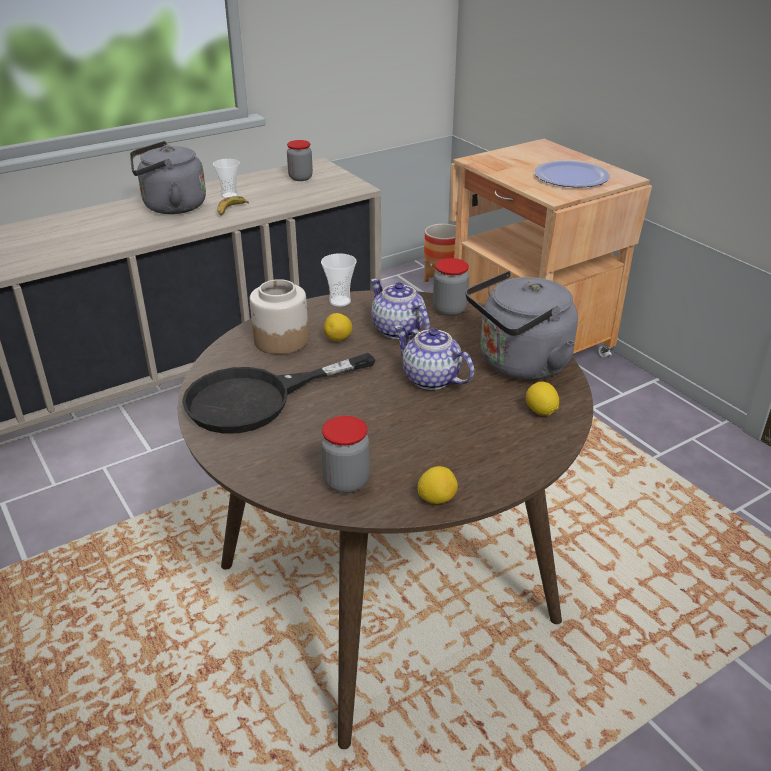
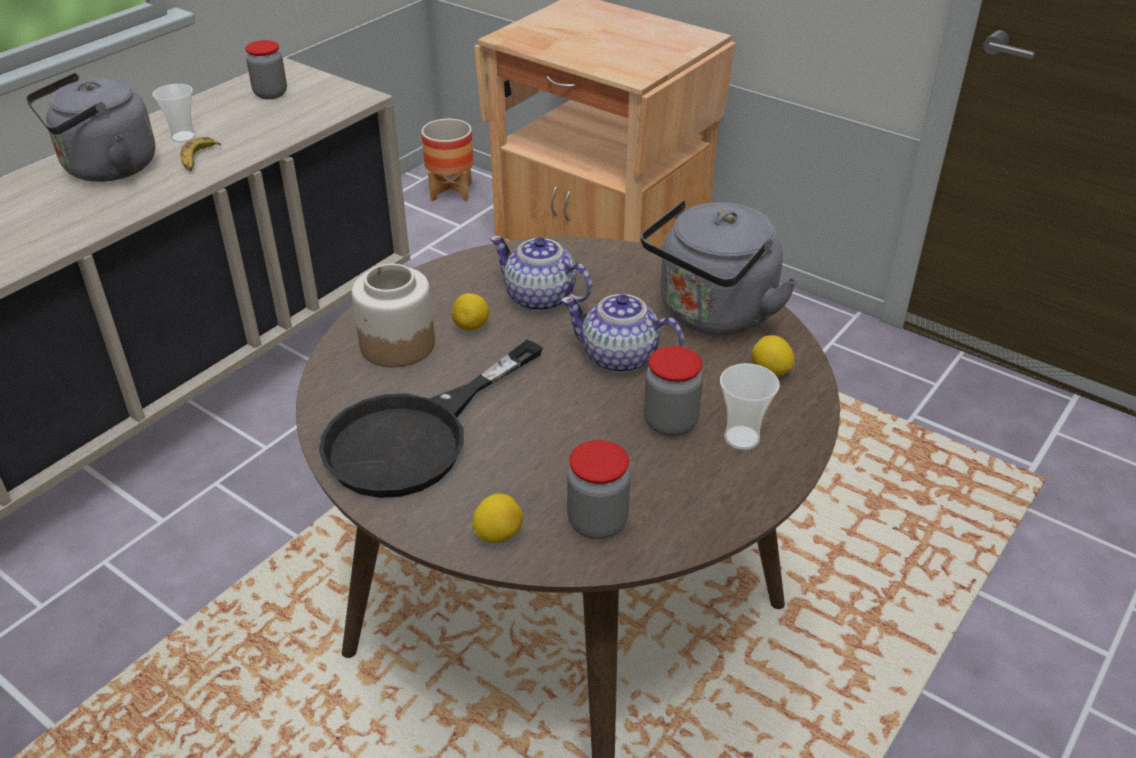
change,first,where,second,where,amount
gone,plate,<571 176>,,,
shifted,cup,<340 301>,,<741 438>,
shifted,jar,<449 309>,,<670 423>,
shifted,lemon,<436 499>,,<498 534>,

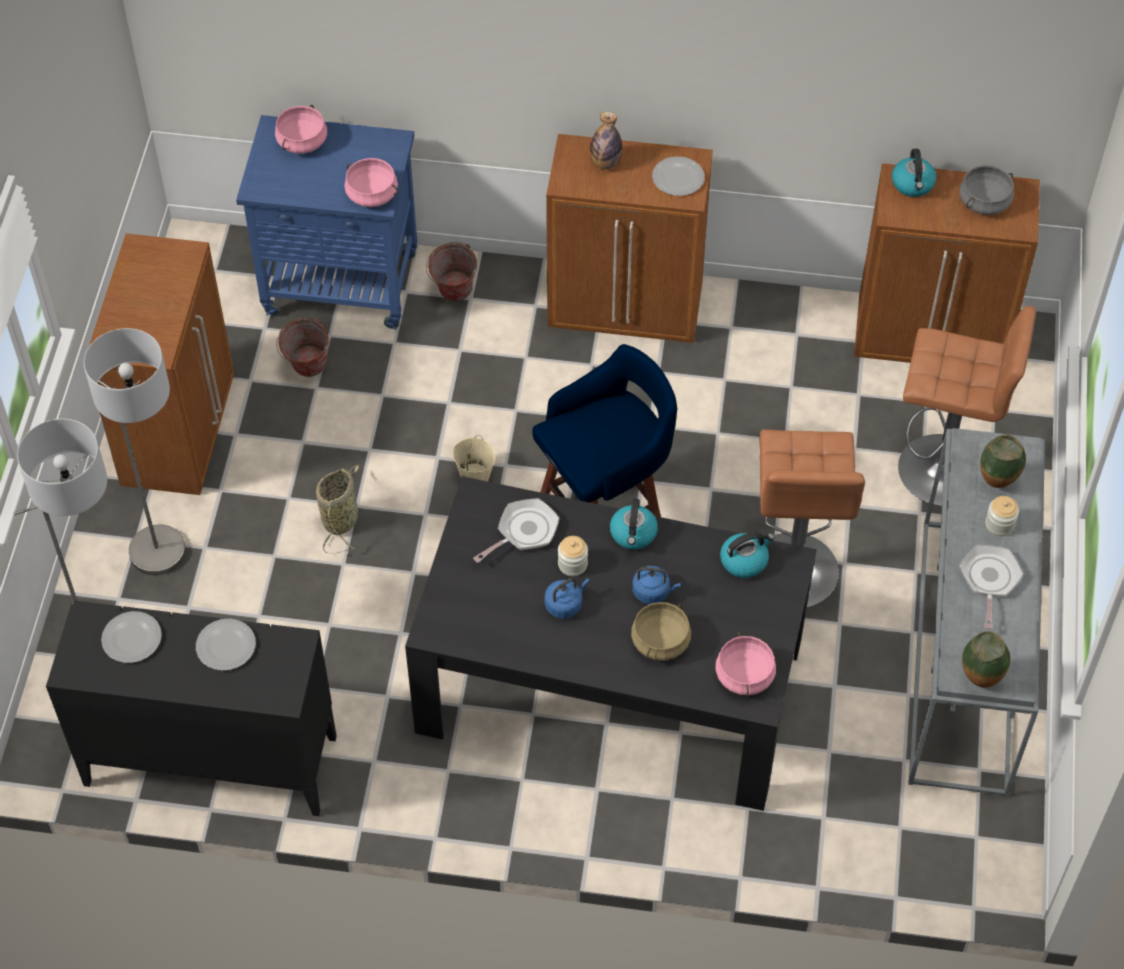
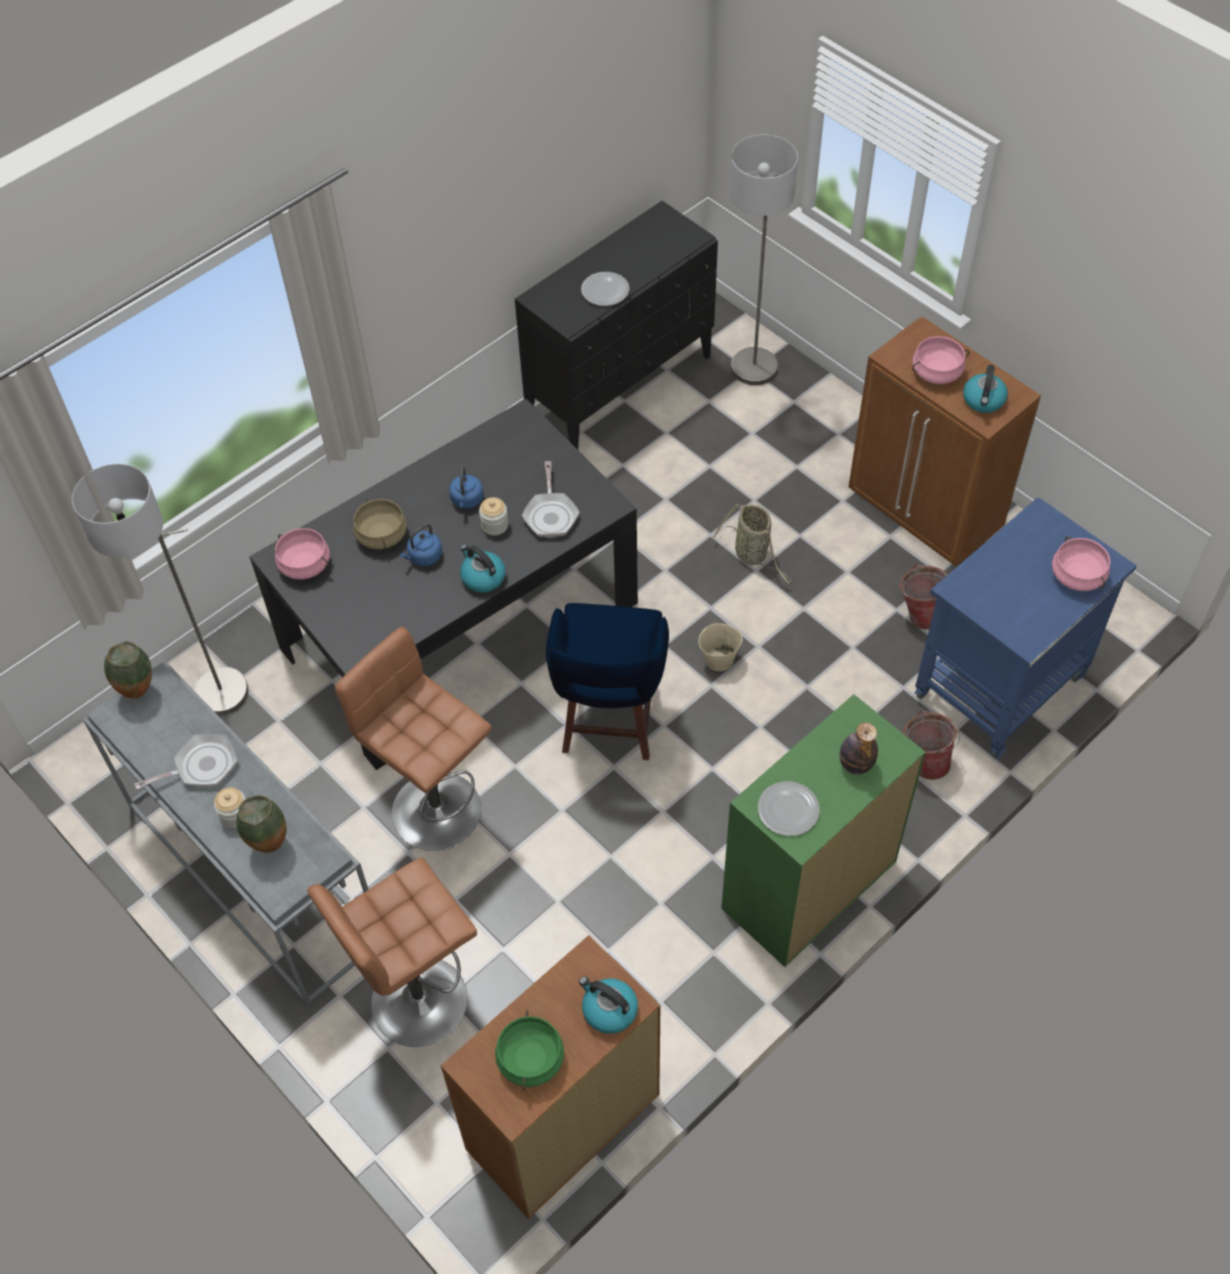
change,first,where,second,where,amount
repainted,brown cabinet,<626 305>,green cabinet,<808 885>,
shifted,pink cooking pot,<372 194>,,<936 372>,
repainted,grey cooking pot,<984 202>,green cooking pot,<530 1059>,
shifted,grey floor lamp,<170 560>,,<205 696>,
shifted,kettle,<744 560>,,<983 400>,
rotated,frying pan,<989 580>,,<201 766>,75 degrees counterclockwise
gone,plate,<131 638>,,,

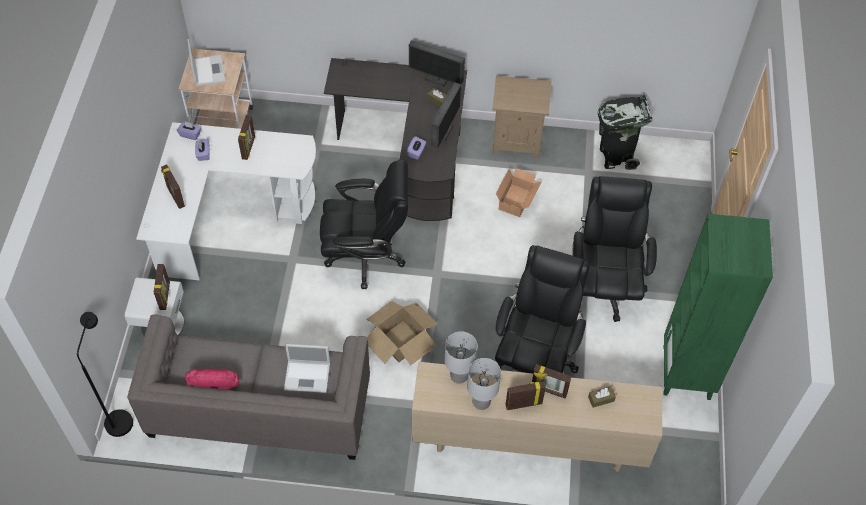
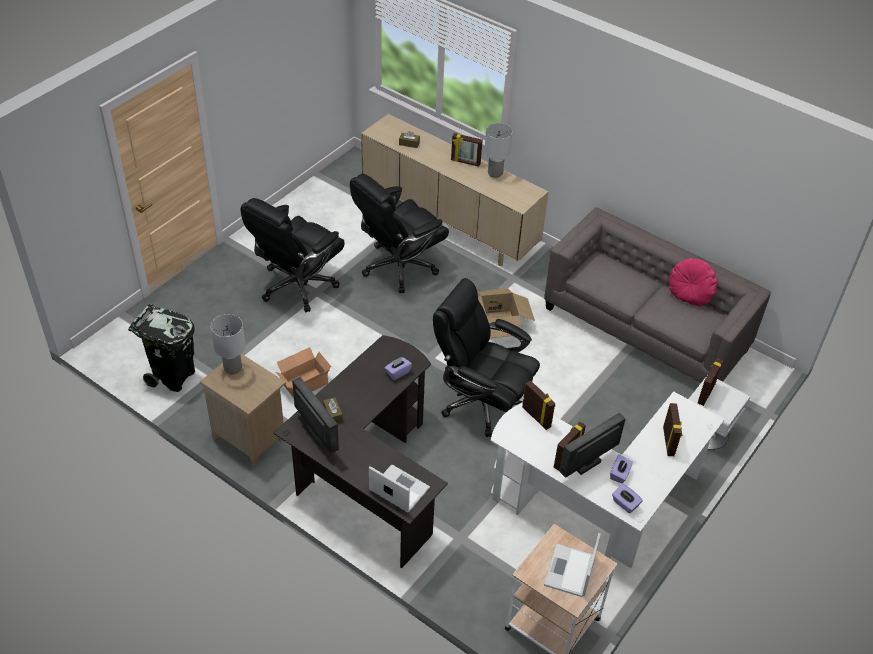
change,first,where,second,where,amount
shifted,monitor,<444 133>,,<588 466>,
gone,green bookcase,<687 373>,,,
gone,black floor lamp,<120 416>,,,
shifted,grey table lamp,<459 377>,,<233 369>,
shifted,laptop,<308 376>,,<398 489>,
shifted,picture frame,<548 390>,,<537 417>,

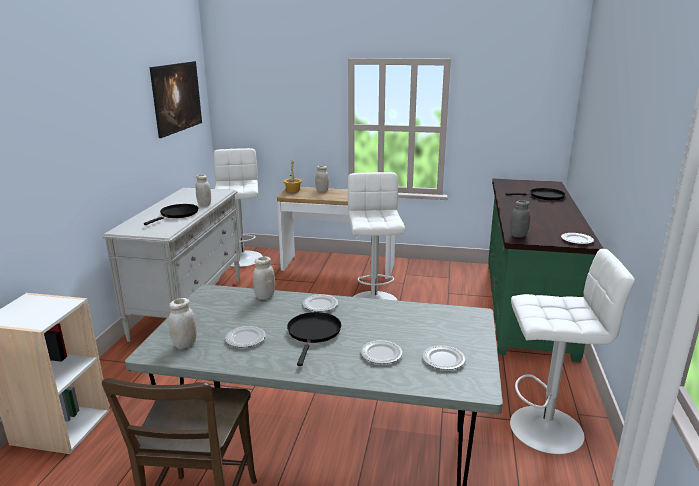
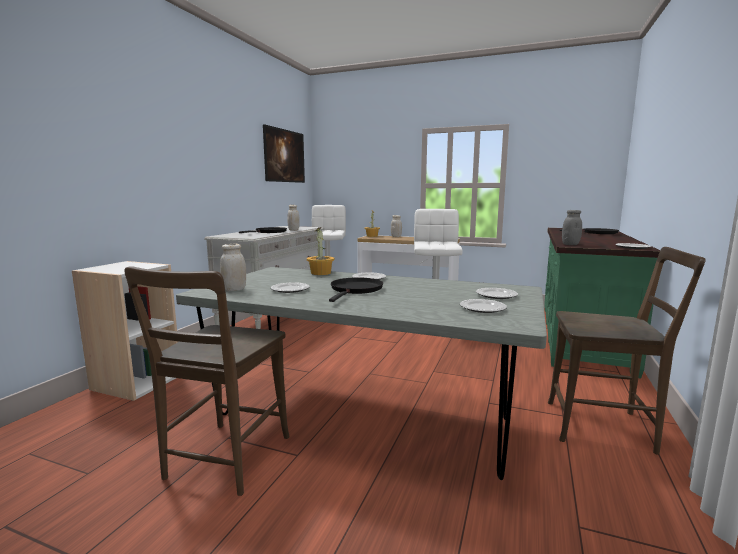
change,first,where,second,where,amount
swapped,white stool,<547 429>,brown chair,<605 427>,
swapped,white jar,<264 296>,potted plant,<321 273>,
shifted,plate,<381 354>,,<496 295>,

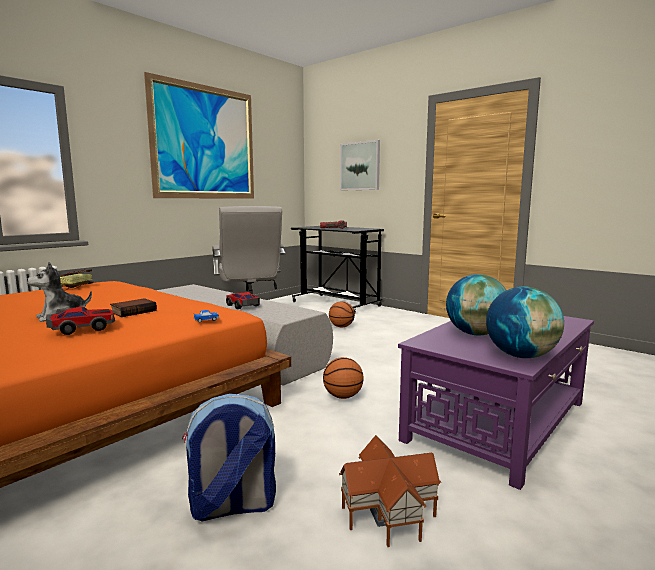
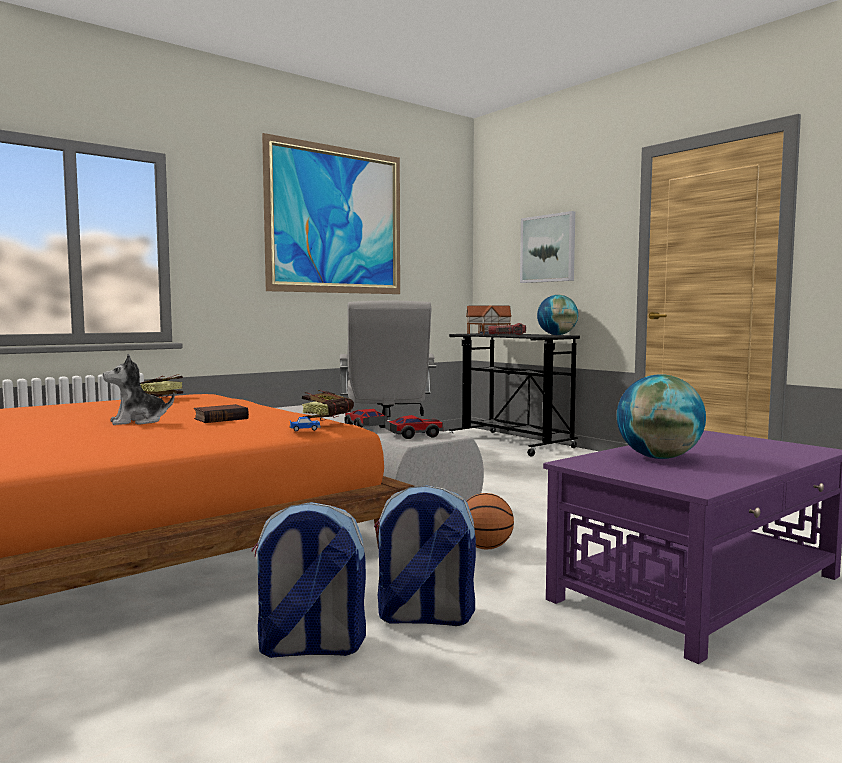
change,first,where,second,where,amount
shifted,globe,<521 356>,,<557 335>,
gone,basketball,<341 327>,,,
shifted,toy car,<82 328>,,<414 435>,
shifted,toy house,<389 511>,,<489 333>,
new,,,book,<330 421>,
new,,,backpack,<424 617>,

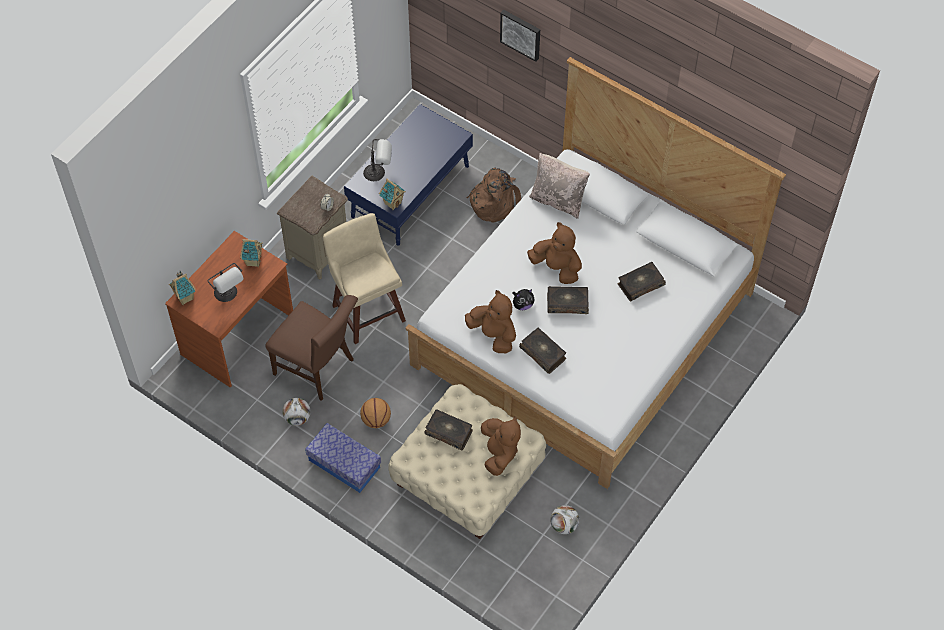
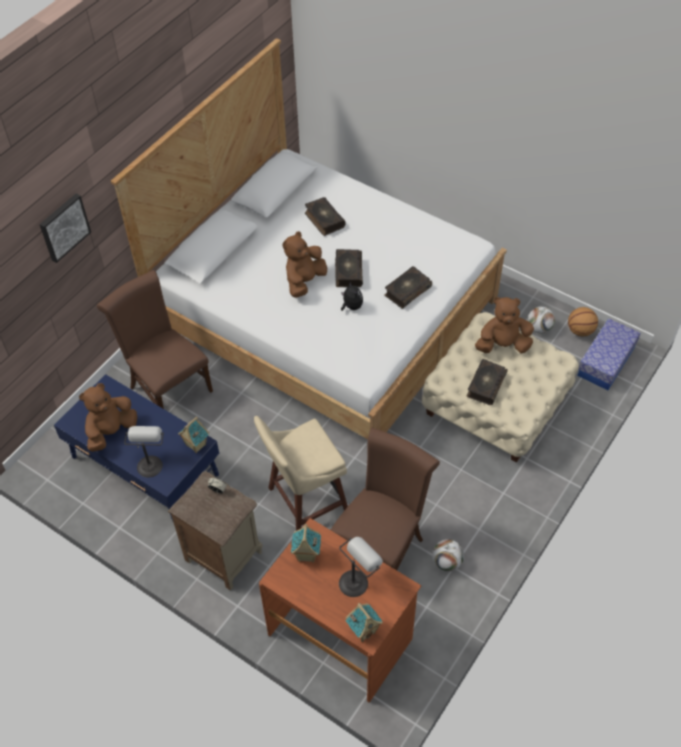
change,first,where,second,where,amount
gone,beige pillow,<558 200>,,,
swapped,brown backpack,<495 202>,brown chair,<167 387>,
shifted,brown plush toy,<493 334>,,<111 431>,
shifted,basketball,<376 420>,,<580 331>,
shifted,storage box,<344 464>,,<606 362>,

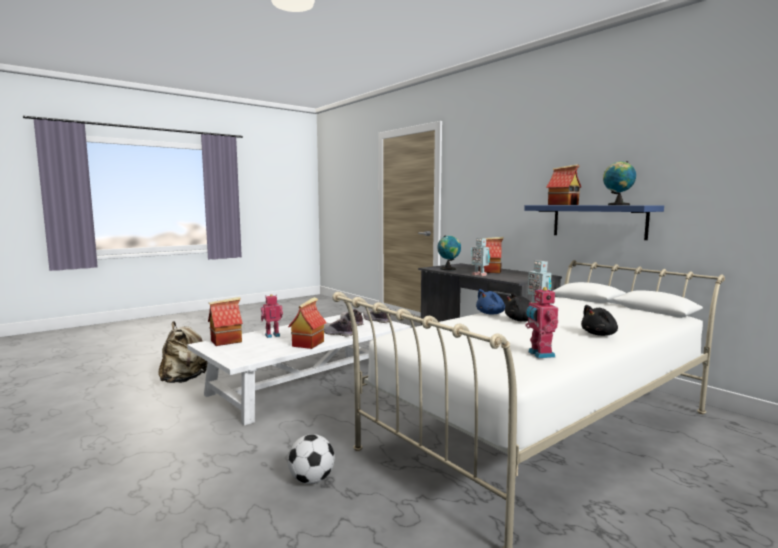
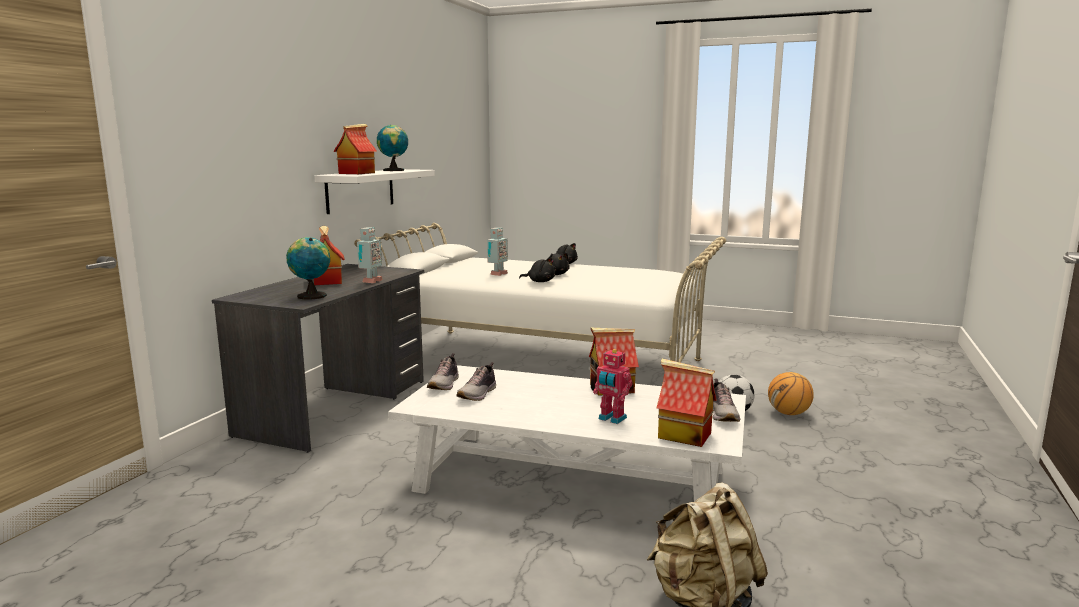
change,first,where,second,where,amount
repainted,blue shelf,<598 221>,white shelf,<360 190>,
gone,toy robot,<539 354>,,,
repainted,blue plush toy,<491 314>,black plush toy,<540 281>,
shifted,shoe,<338 333>,,<722 414>,
new,,,basketball,<789 413>,

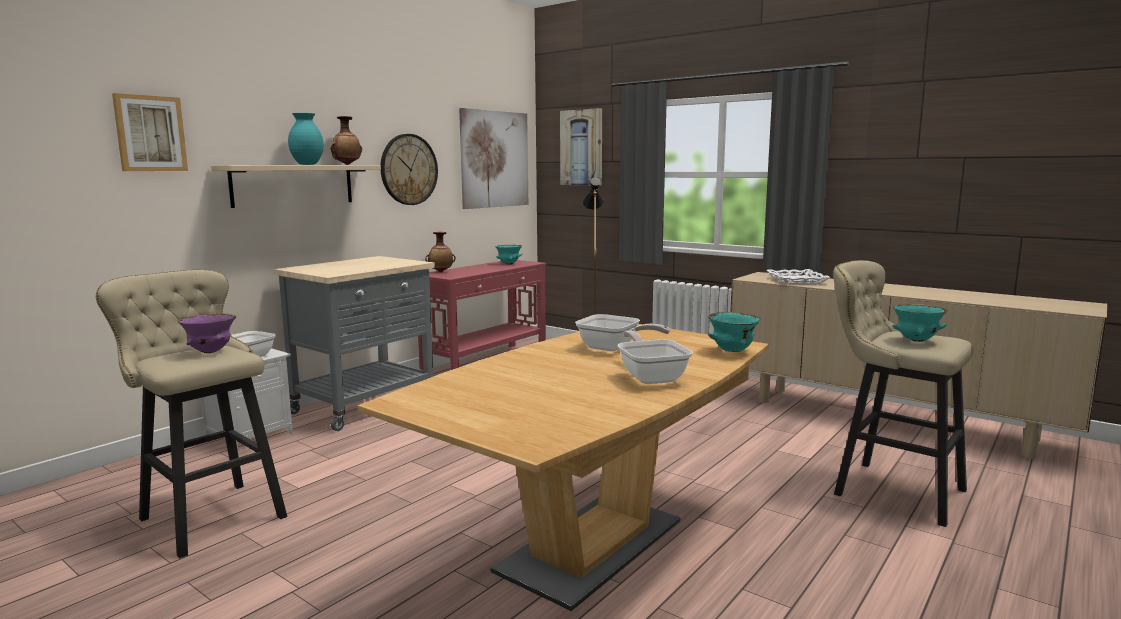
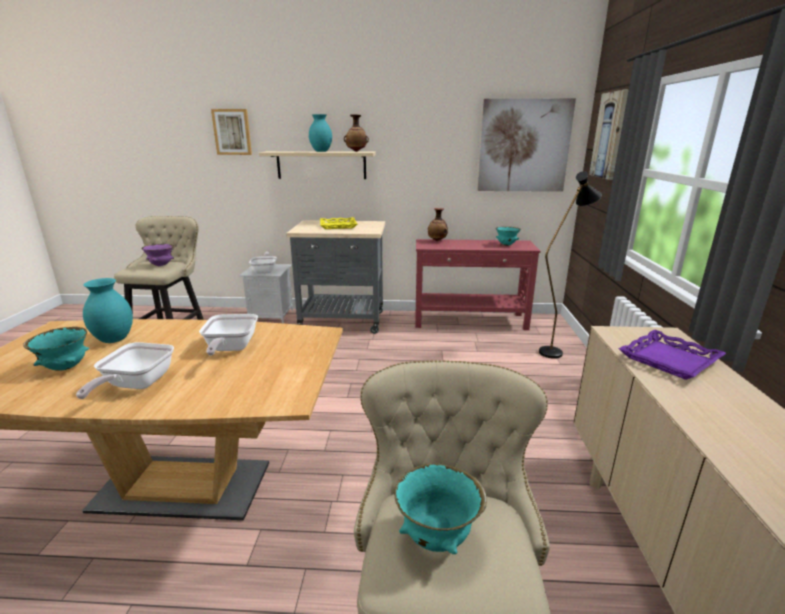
change,first,where,second,where,amount
gone,wall clock,<408 169>,,,
repainted,white tray,<796 280>,purple tray,<668 359>,
shifted,turquoise bowl,<732 351>,,<66 367>,
rotated,frying pan,<650 377>,,<135 385>,150 degrees clockwise
new,,,yellow tray,<338 226>,
new,,,turquoise vase,<114 340>,

